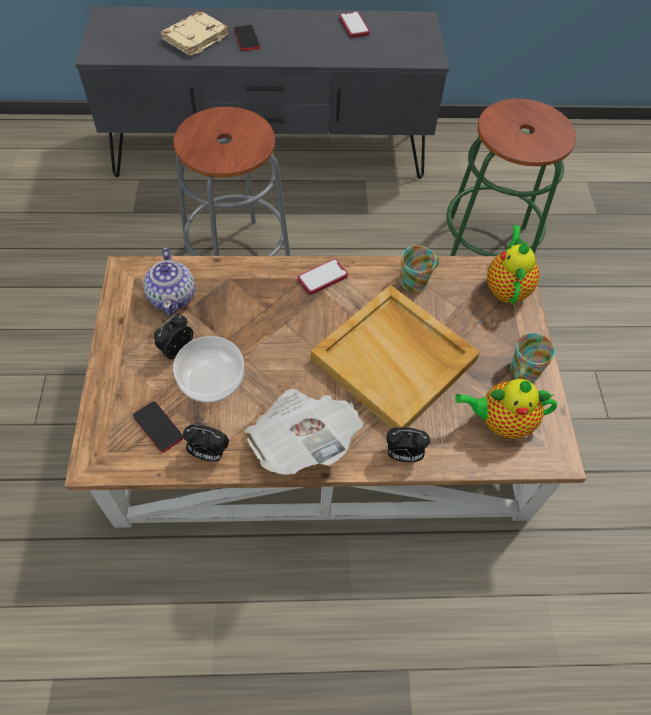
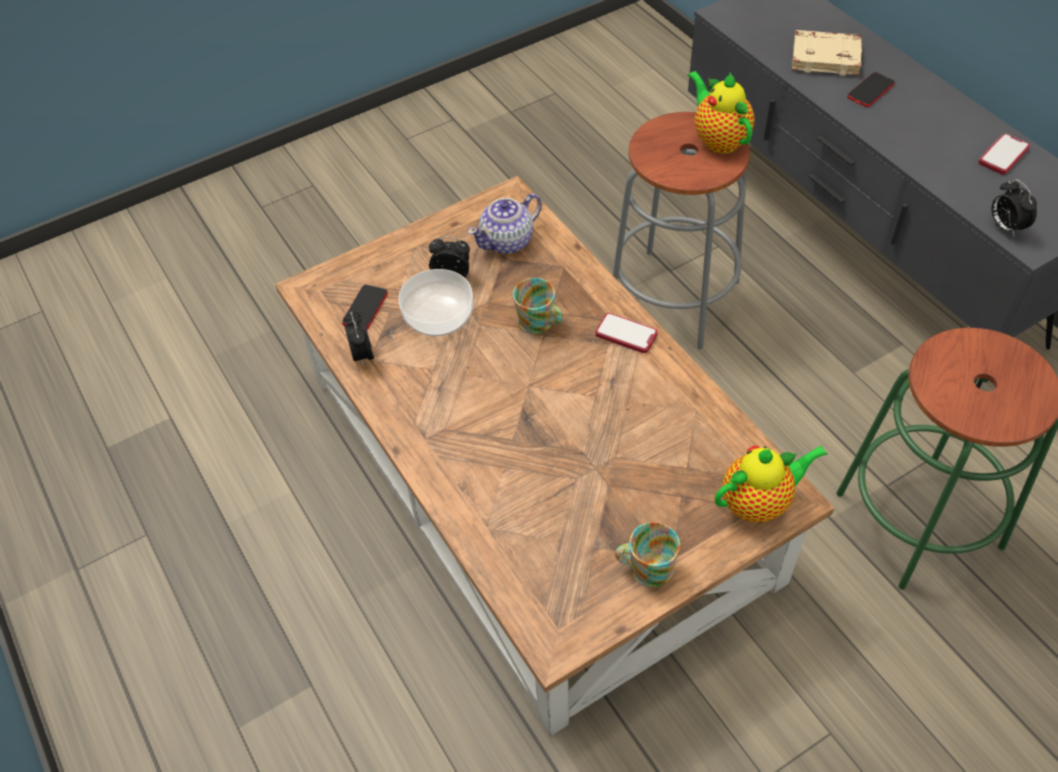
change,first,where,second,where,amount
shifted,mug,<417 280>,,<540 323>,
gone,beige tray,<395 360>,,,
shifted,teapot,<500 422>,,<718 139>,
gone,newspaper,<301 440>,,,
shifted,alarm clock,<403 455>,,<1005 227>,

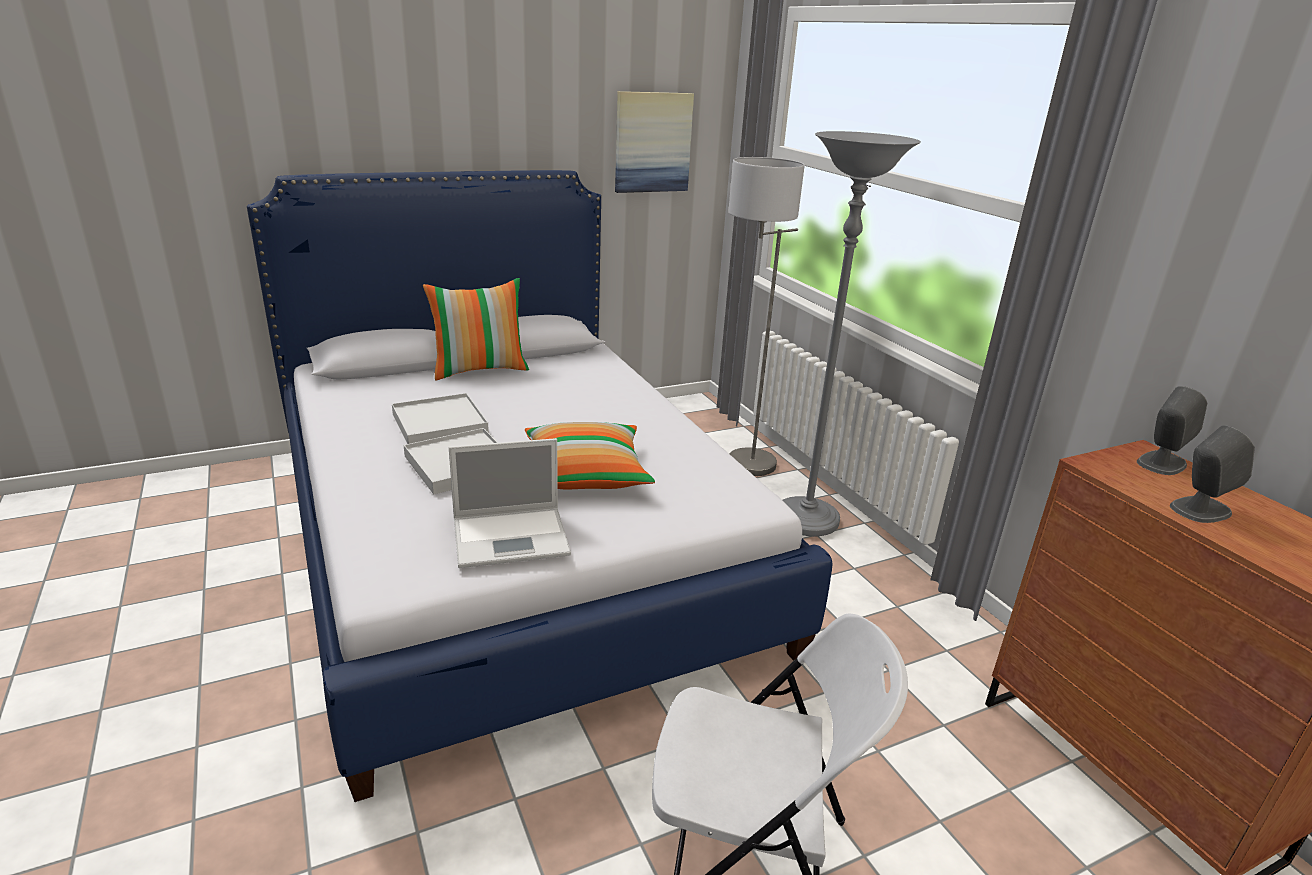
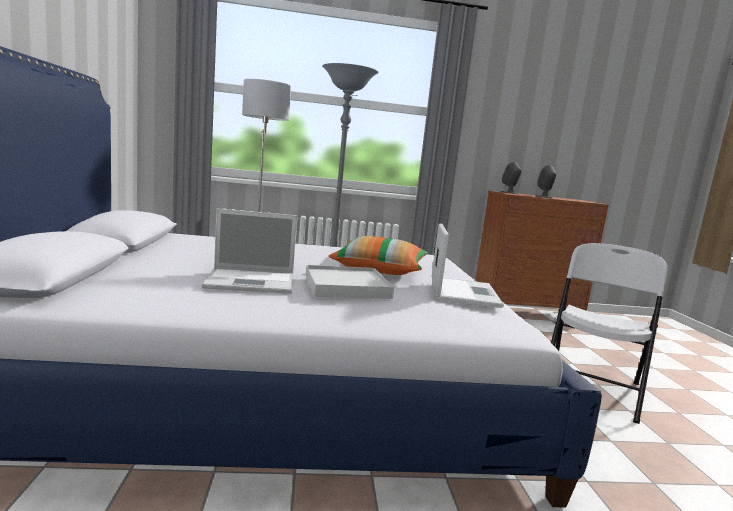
change,first,where,second,where,amount
gone,picture,<652 142>,,,
gone,pillow,<480 369>,,,
swapped,white tray,<440 423>,laptop,<253 281>,

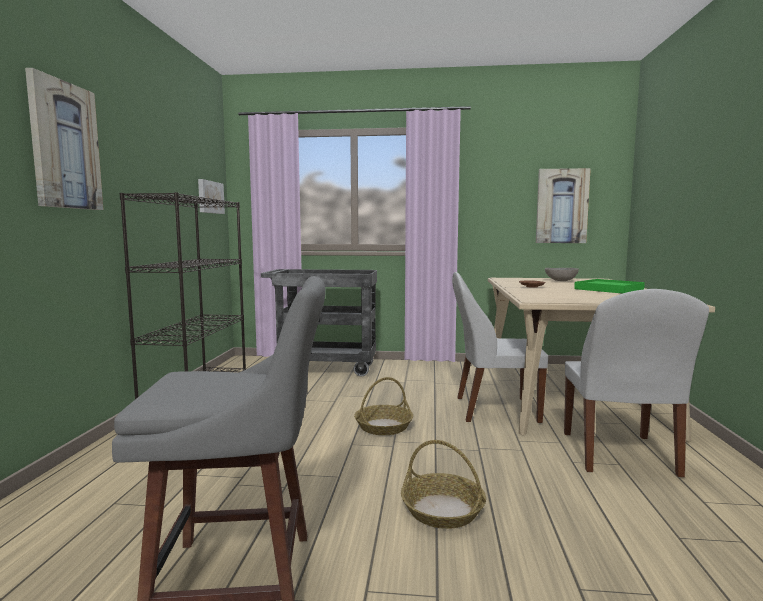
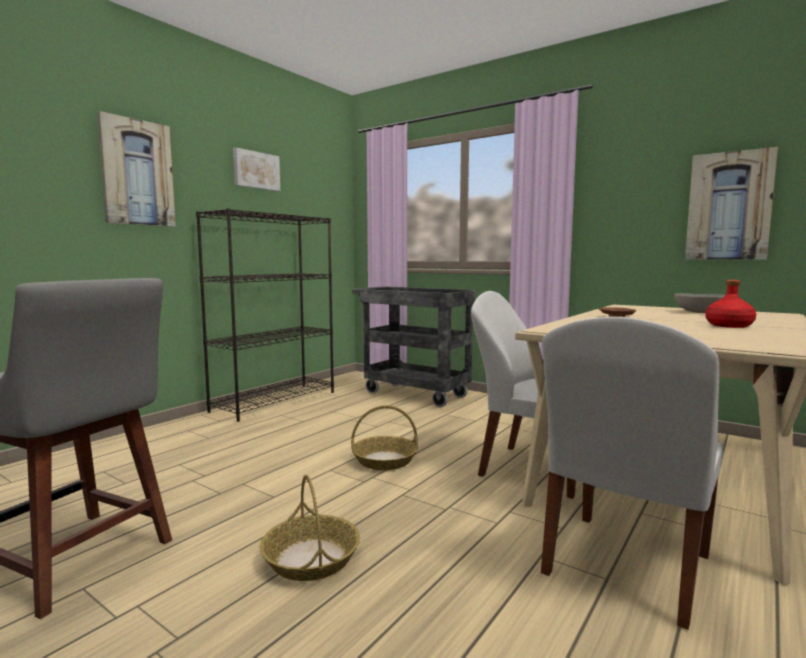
change,first,where,second,where,amount
shifted,picture,<209 197>,,<256 170>,
swapped,green tray,<608 289>,red bottle,<728 325>,

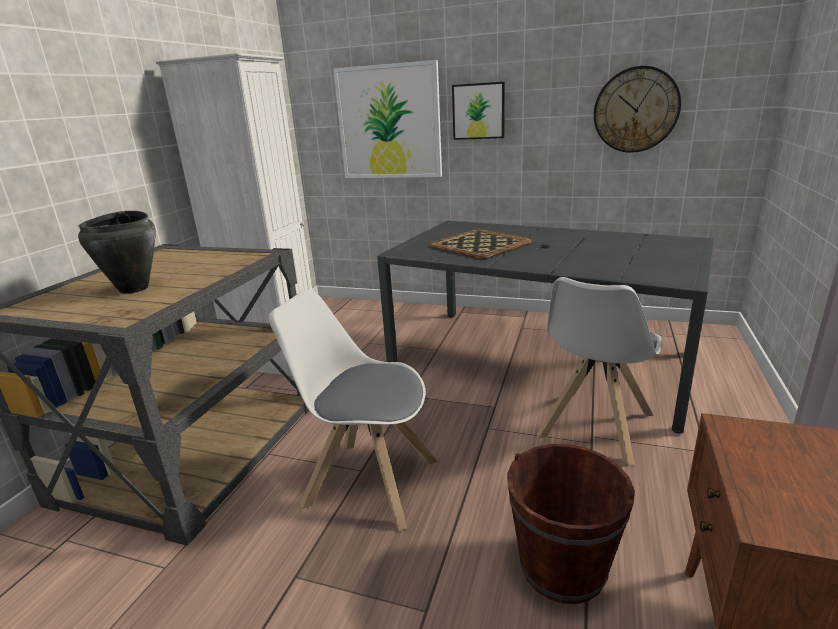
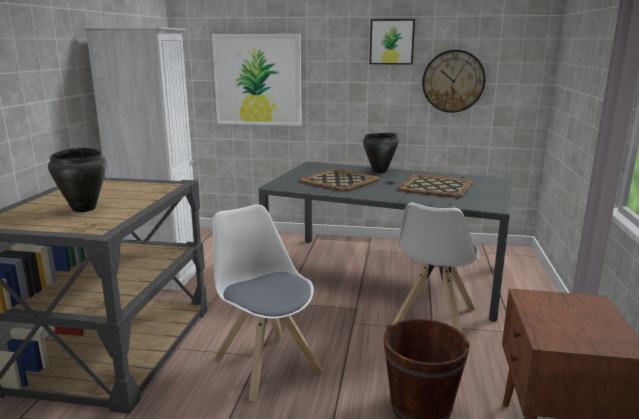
change,first,where,second,where,amount
shifted,picture,<479 111>,,<392 42>,
rotated,chair,<368 481>,,<266 363>,45 degrees clockwise
new,,,black cooking pot,<380 171>,
new,,,tray,<435 186>,

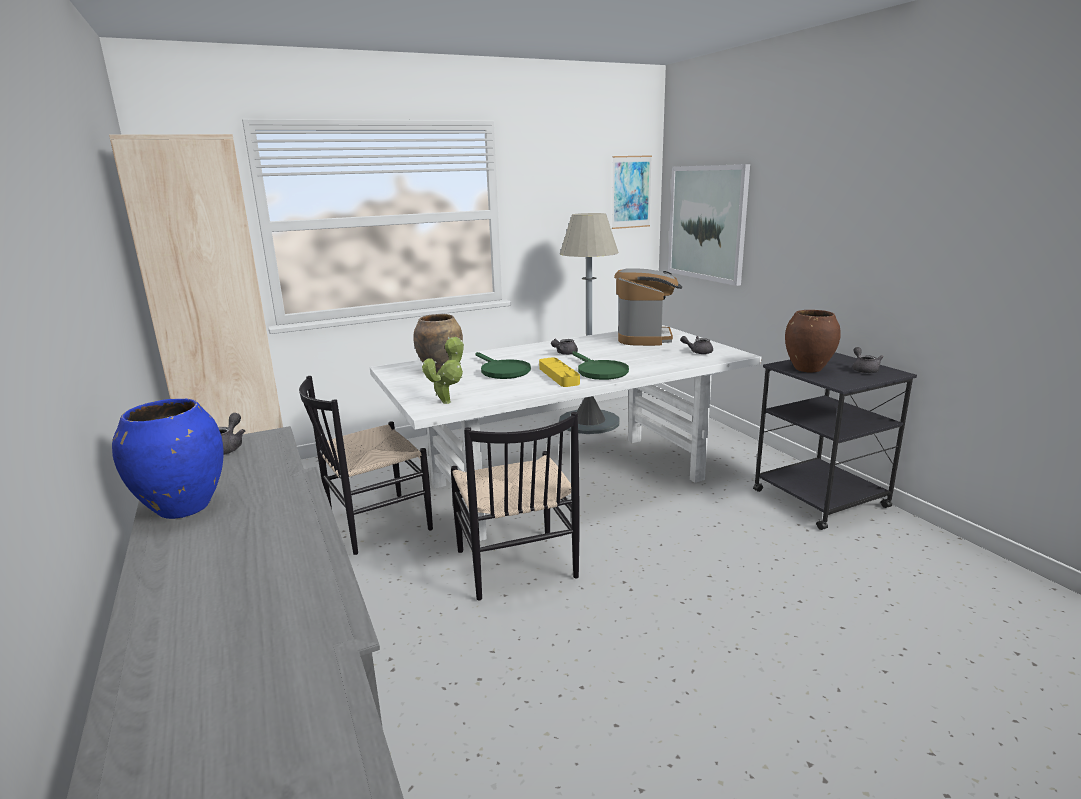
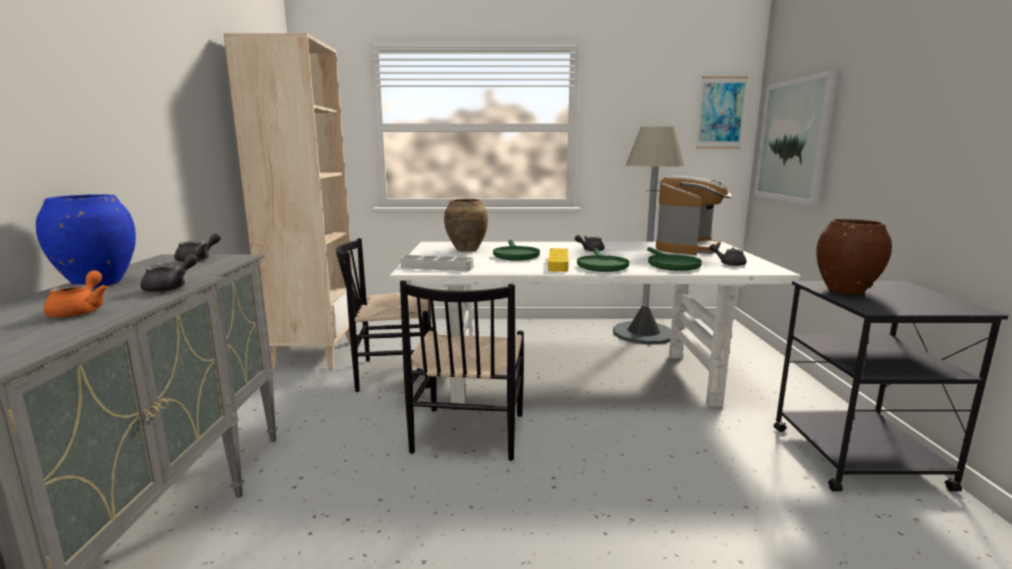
change,first,where,second,where,amount
swapped,potted plant,<448 401>,grey tray,<437 267>,
shifted,grey teapot,<864 370>,,<171 287>,
new,,,green frying pan,<670 264>,
new,,,orange teapot,<81 311>,

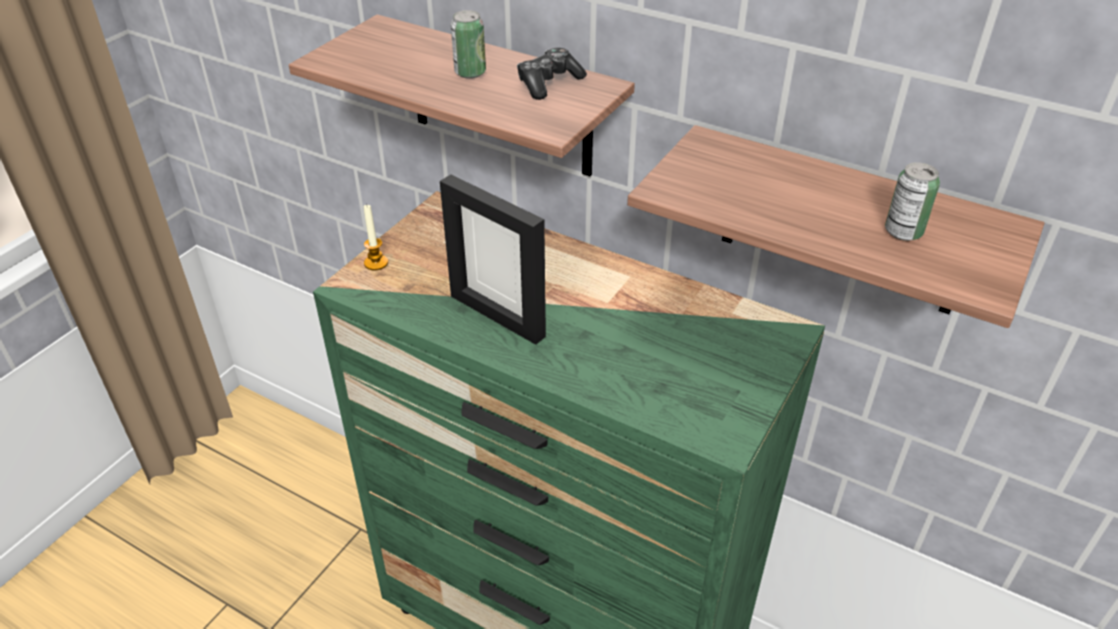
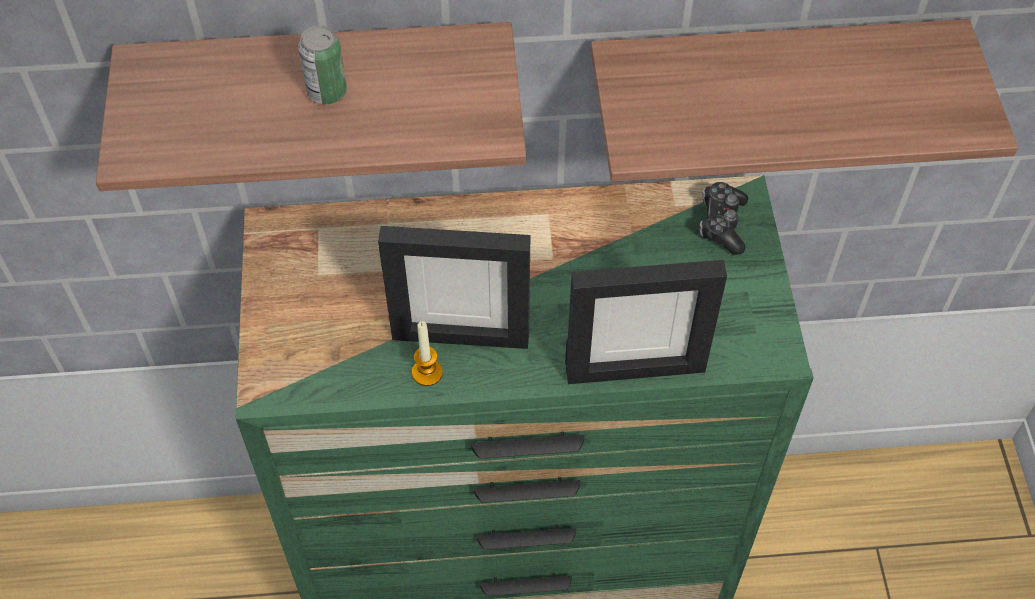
change,first,where,second,where,amount
shifted,game controller,<548 83>,,<722 224>,
gone,can,<903 232>,,,
shifted,candle,<376 263>,,<427 372>,
new,,,picture frame,<635 367>,

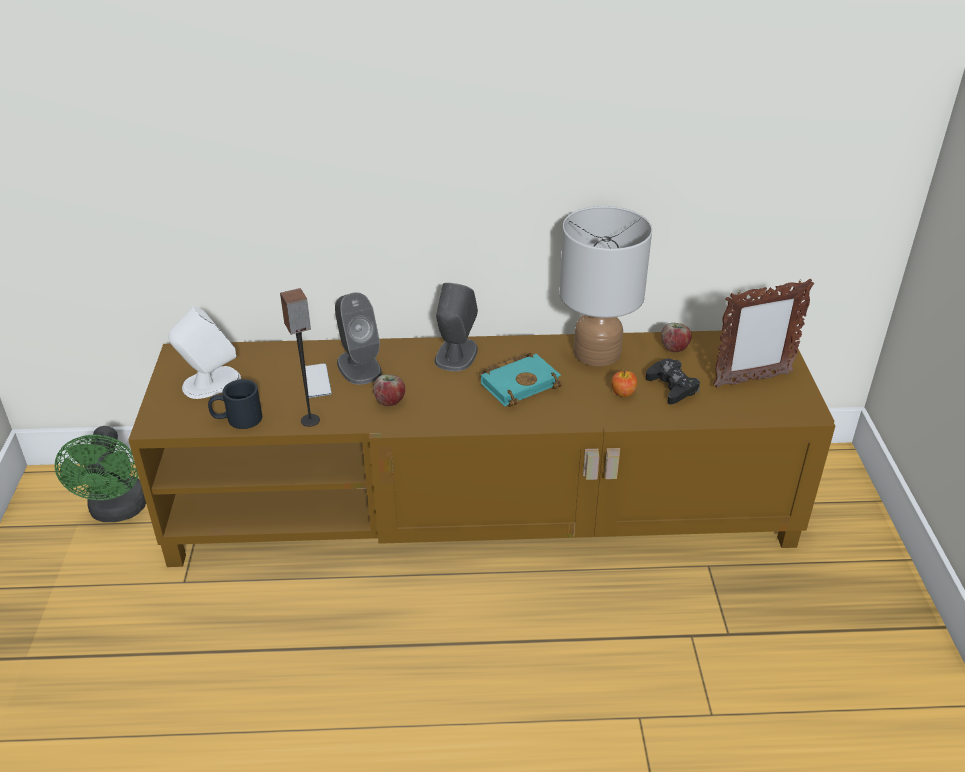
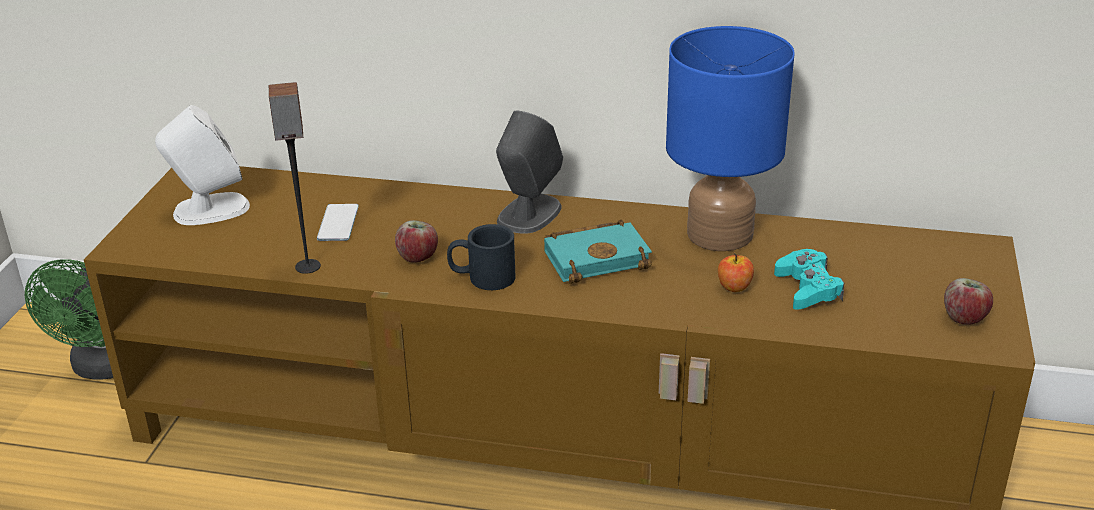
change,first,where,second,where,amount
repainted,grey table lamp,<596 353>,blue table lamp,<718 234>,
gone,picture frame,<751 380>,,,
gone,grey speaker,<359 366>,,,
shifted,apple,<674 348>,,<964 318>,
repainted,black game controller,<672 387>,turquoise game controller,<808 288>,
shifted,black mug,<237 419>,,<482 277>,

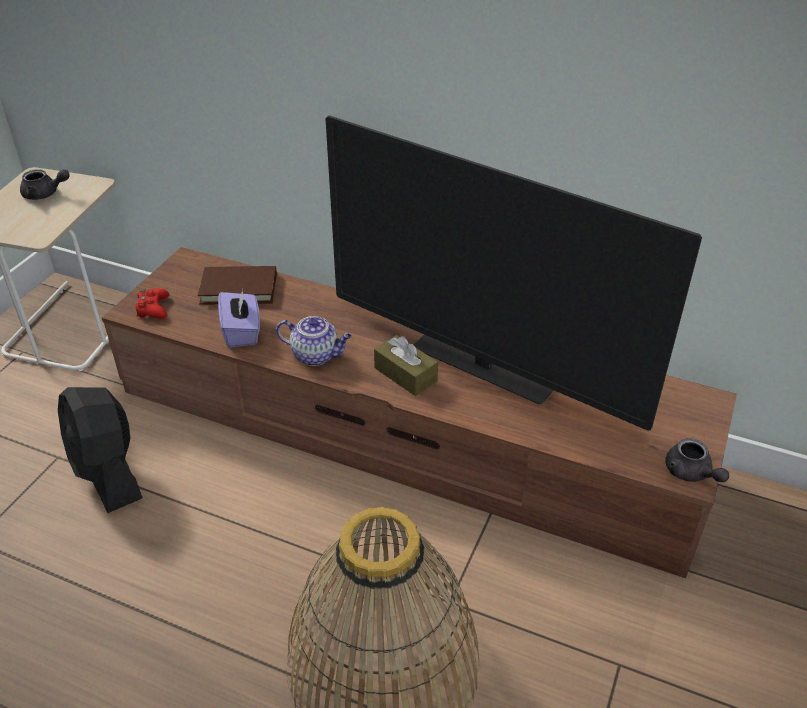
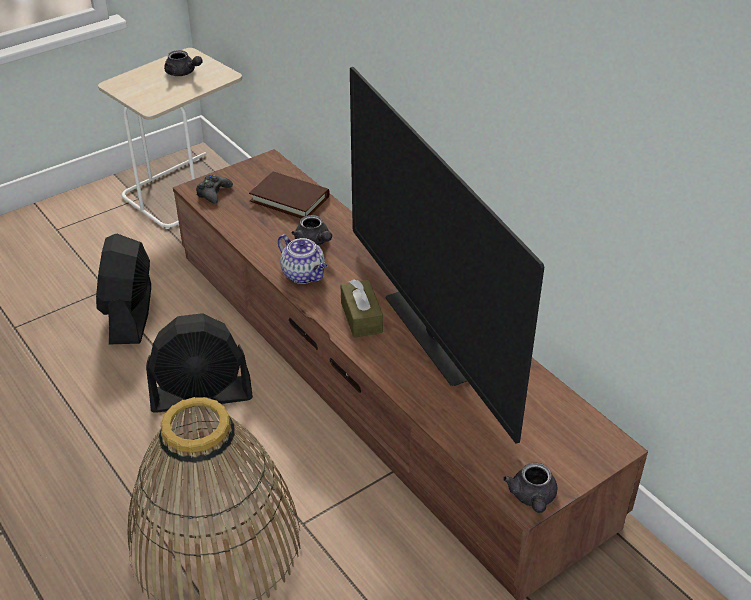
change,first,where,second,where,amount
repainted,red game controller,<153 309>,black game controller,<213 193>,
gone,purple tissue box,<242 332>,,,
new,,,grey teapot,<314 242>,
new,,,black fan,<202 395>,

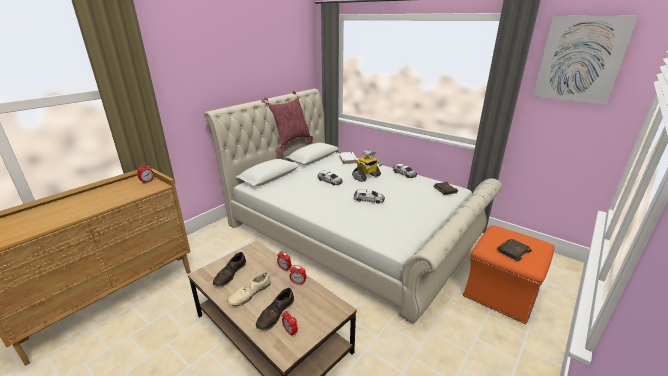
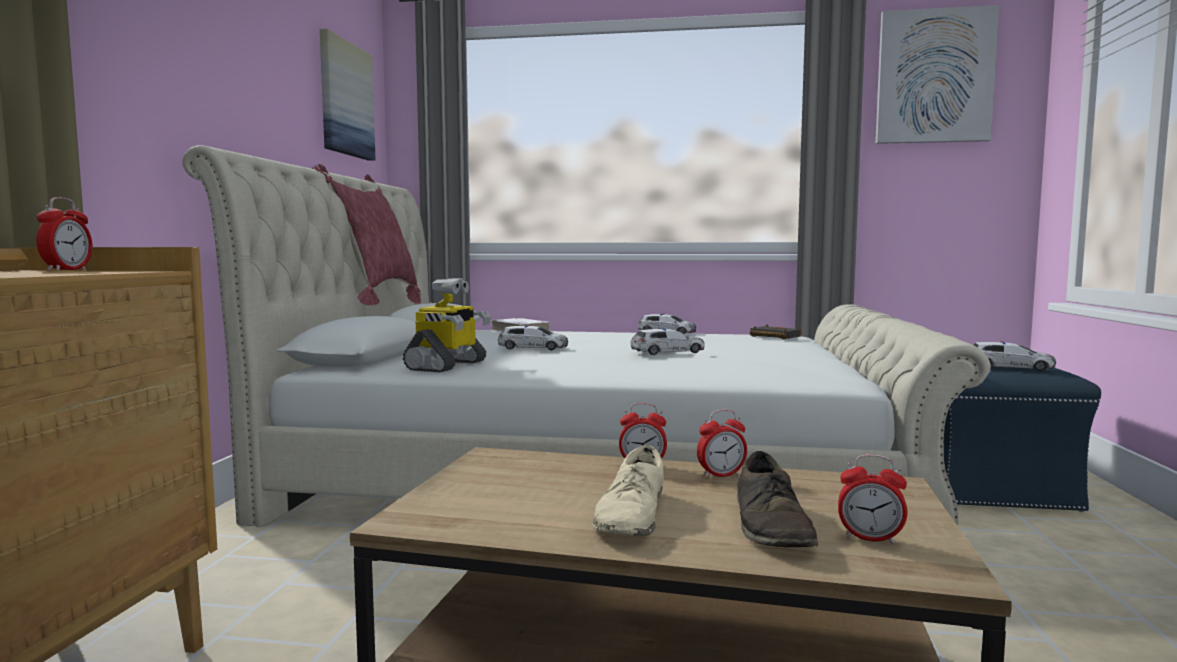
change,first,where,second,where,amount
shifted,toy robot,<366 177>,,<447 366>,
repainted,orange ottoman,<501 292>,blue ottoman,<987 487>,
swapped,black book,<512 251>,toy car,<1009 367>,
gone,brown shoe,<230 274>,,,
new,,,picture,<345 99>,

